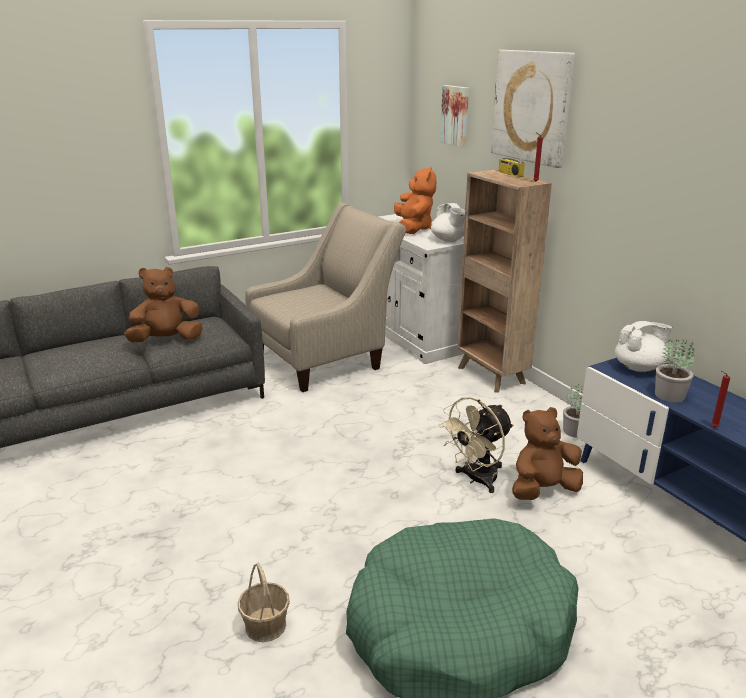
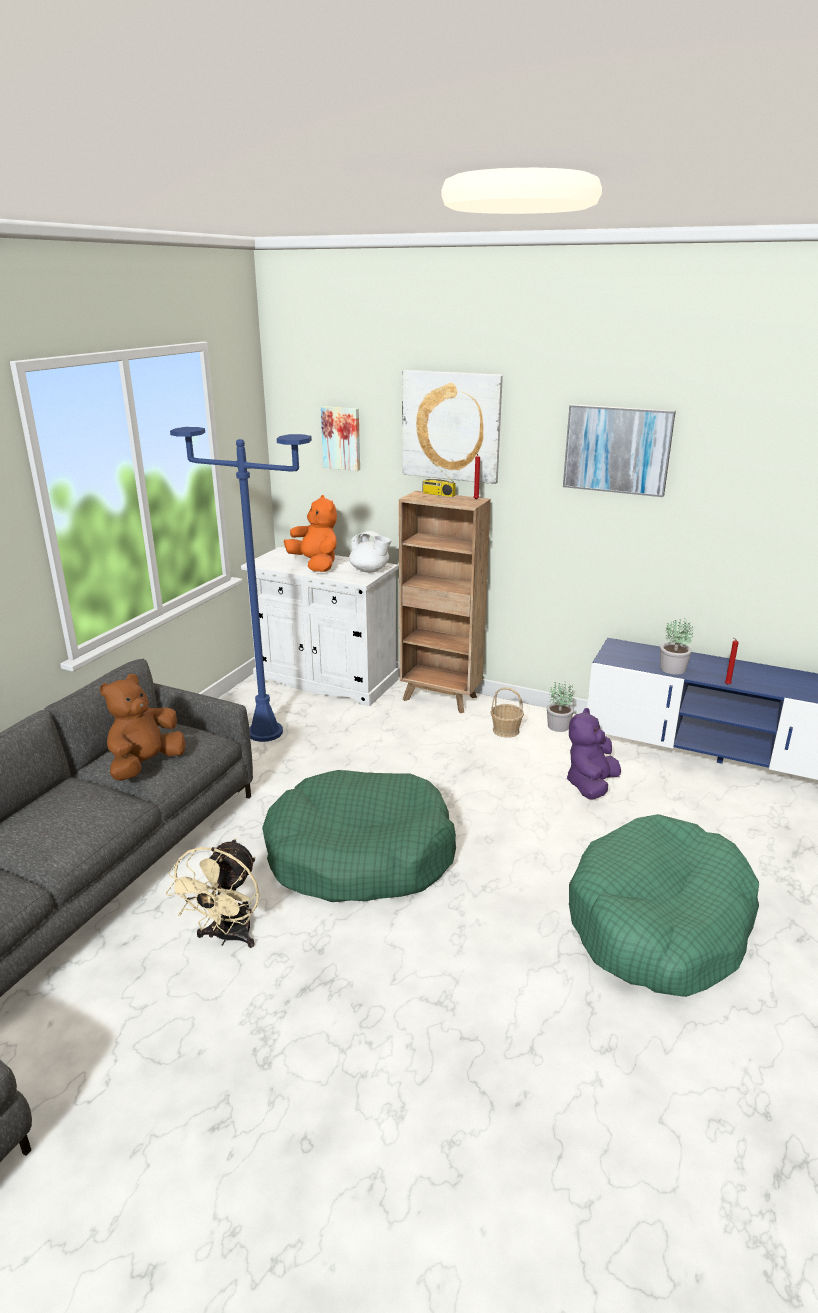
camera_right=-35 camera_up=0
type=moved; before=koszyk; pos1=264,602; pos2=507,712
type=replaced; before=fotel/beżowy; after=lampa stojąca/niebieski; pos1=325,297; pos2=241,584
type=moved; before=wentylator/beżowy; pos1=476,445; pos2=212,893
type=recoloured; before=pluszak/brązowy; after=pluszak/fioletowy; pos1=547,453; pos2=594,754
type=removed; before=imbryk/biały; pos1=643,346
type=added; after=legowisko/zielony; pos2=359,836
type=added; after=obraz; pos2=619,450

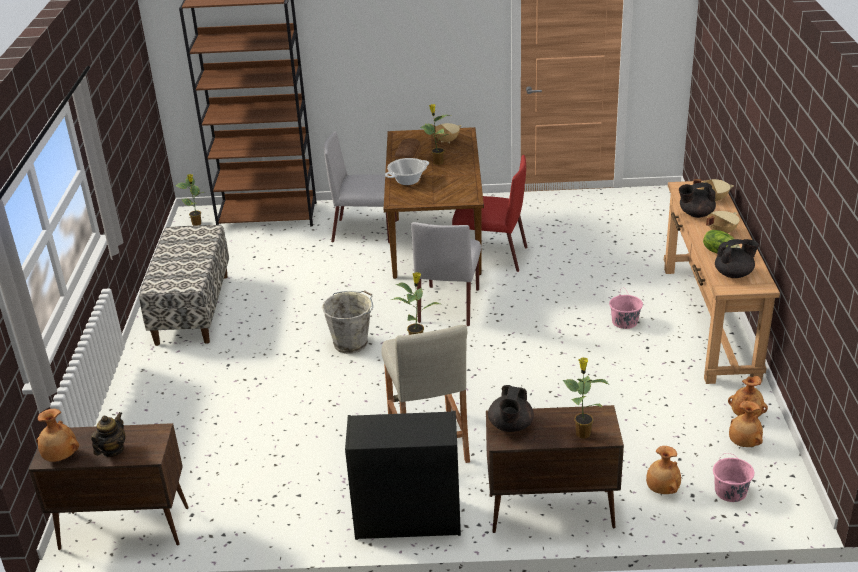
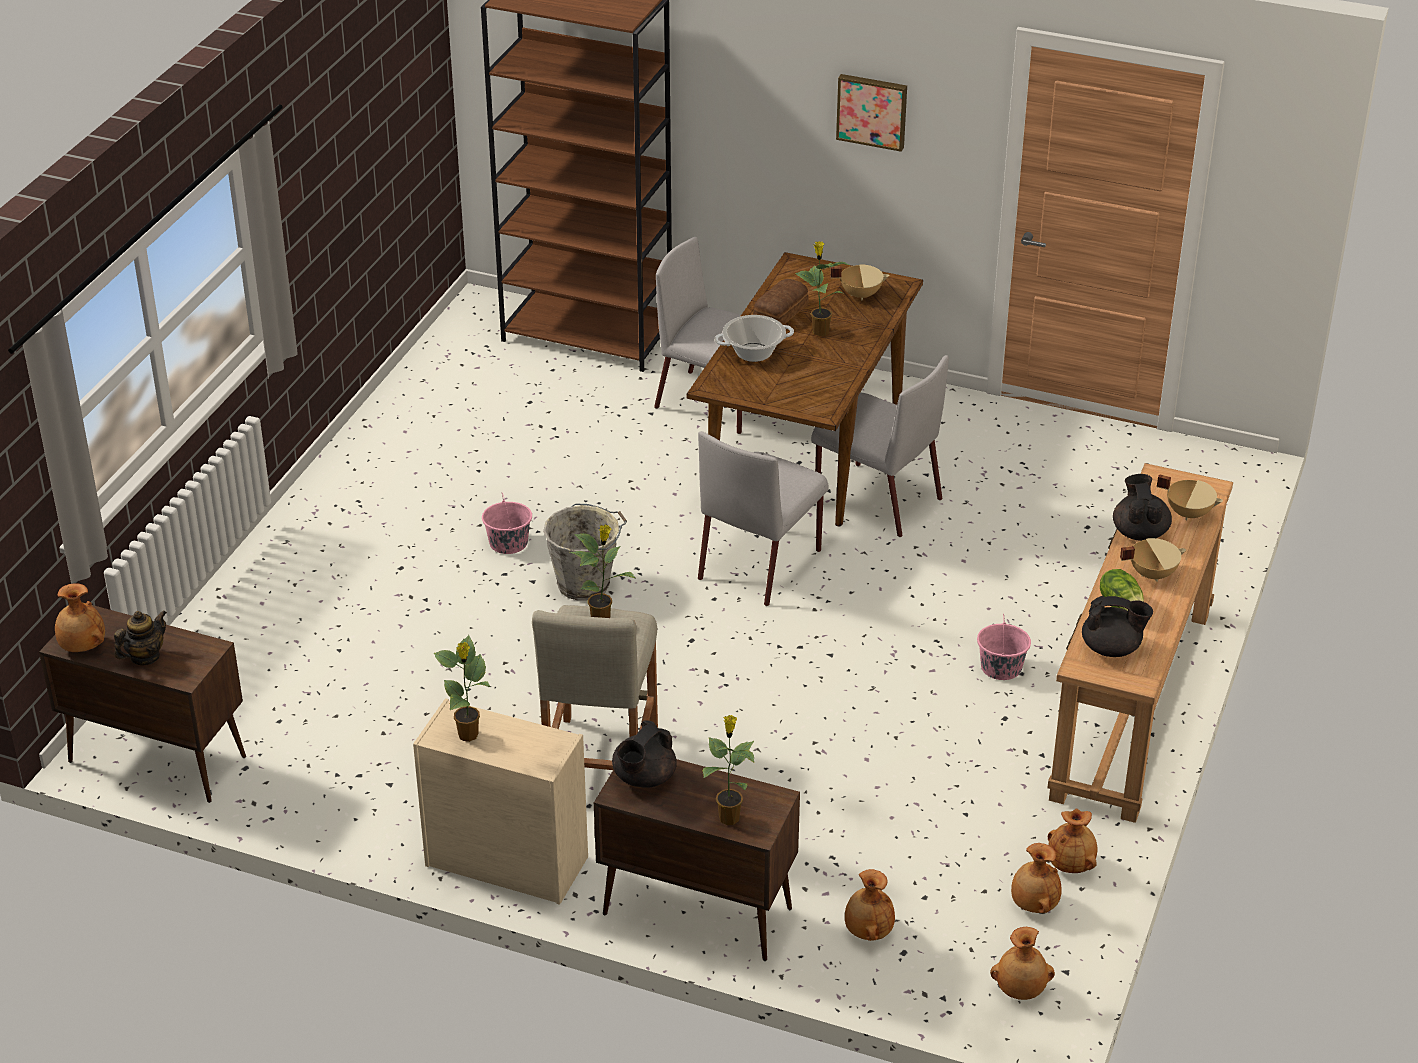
camera_right=20 camera_up=5
type=removed; before=ławka; pos1=184,285
type=moved; before=roślina doniczkowa; pos1=190,200; pos2=462,688
type=recoloured; before=komoda/czarny; after=komoda/beżowy; pos1=403,475; pos2=500,801
type=recoloured; before=krzesło/czerwony; after=krzesło/szary; pos1=490,213; pos2=880,446
type=turned; before=imbryk/czarny; pos1=697,200; pos2=1142,507; turn=75
type=moved; before=wiadro/różowy; pos1=733,477; pos2=507,523
type=added; after=obraz; pos2=871,113
type=added; after=wazon/brązowy; pos2=1022,963

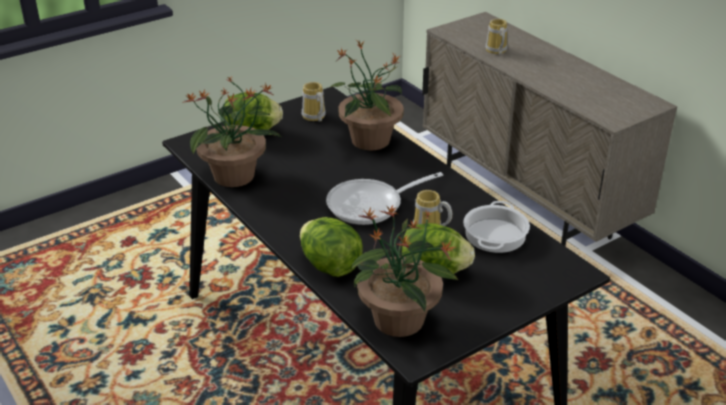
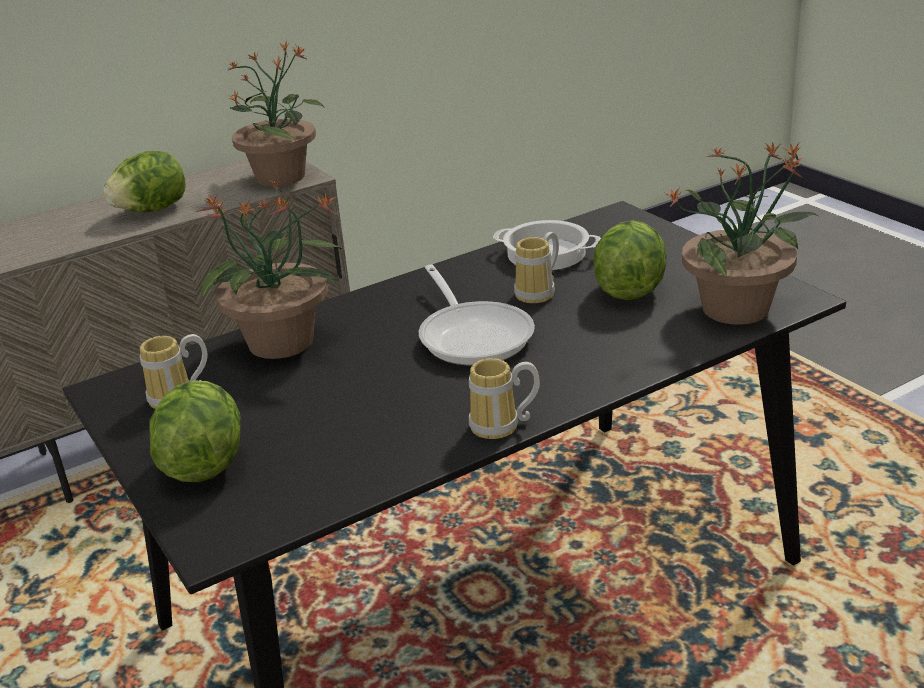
camera_right=-85 camera_up=-5
type=moved; before=roślina doniczkowa; pos1=232,132; pos2=275,113
type=moved; before=sałata; pos1=331,247; pos2=144,181
type=moved; before=kubek; pos1=497,37; pos2=504,398

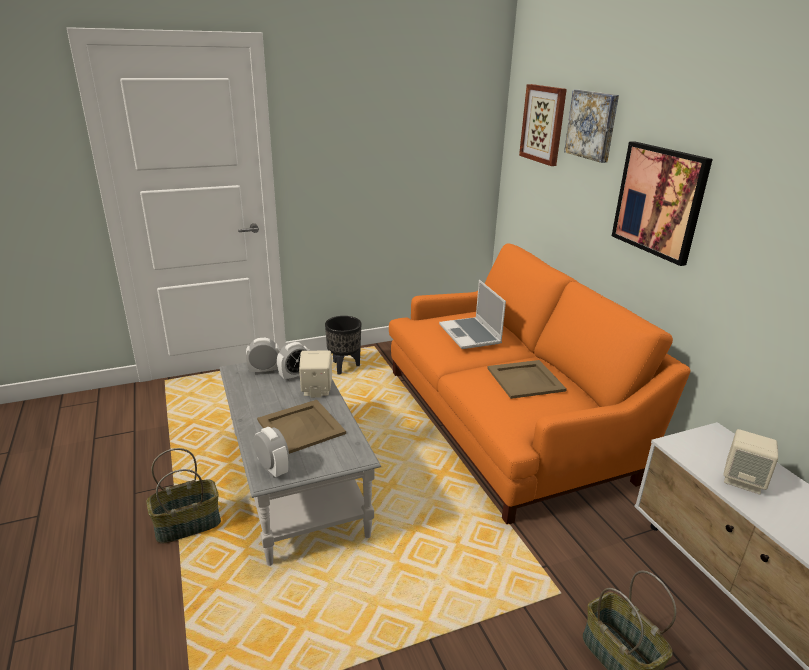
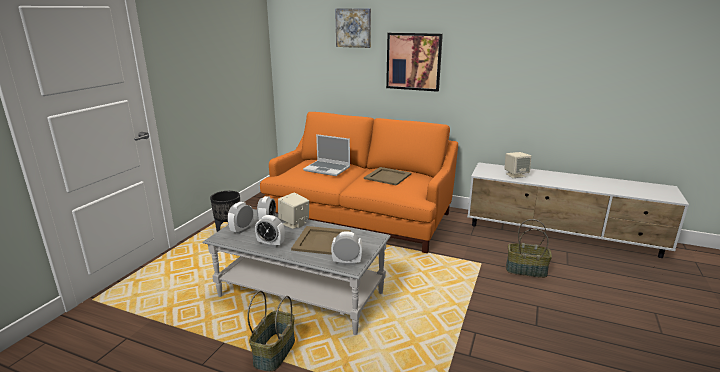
camera_right=-45 camera_up=-5
type=removed; before=obraz; pos1=543,125
type=added; after=budzik; pos2=270,231

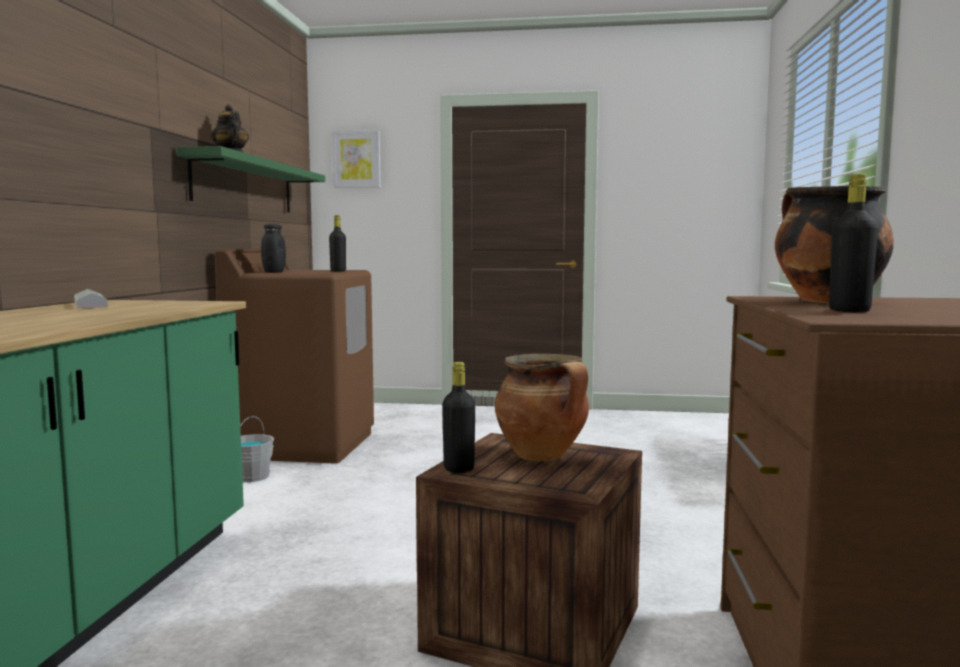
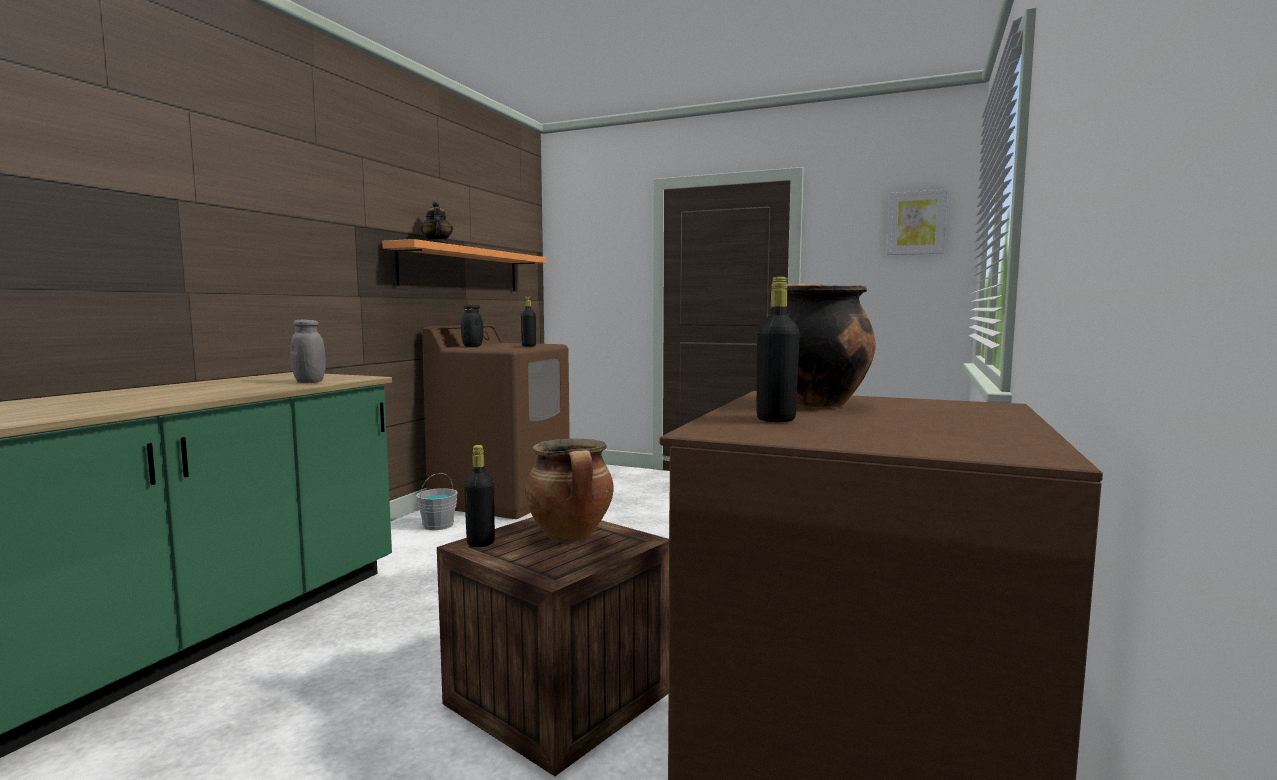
camera_right=15 camera_up=0
type=removed; before=taca/szary; pos1=91,299
type=recoloured; before=półka/zielony; after=półka/pomarańczowy; pos1=251,179; pos2=464,265
type=moved; before=obraz; pos1=356,159; pos2=917,222
type=added; after=słoik/szary; pos2=308,351

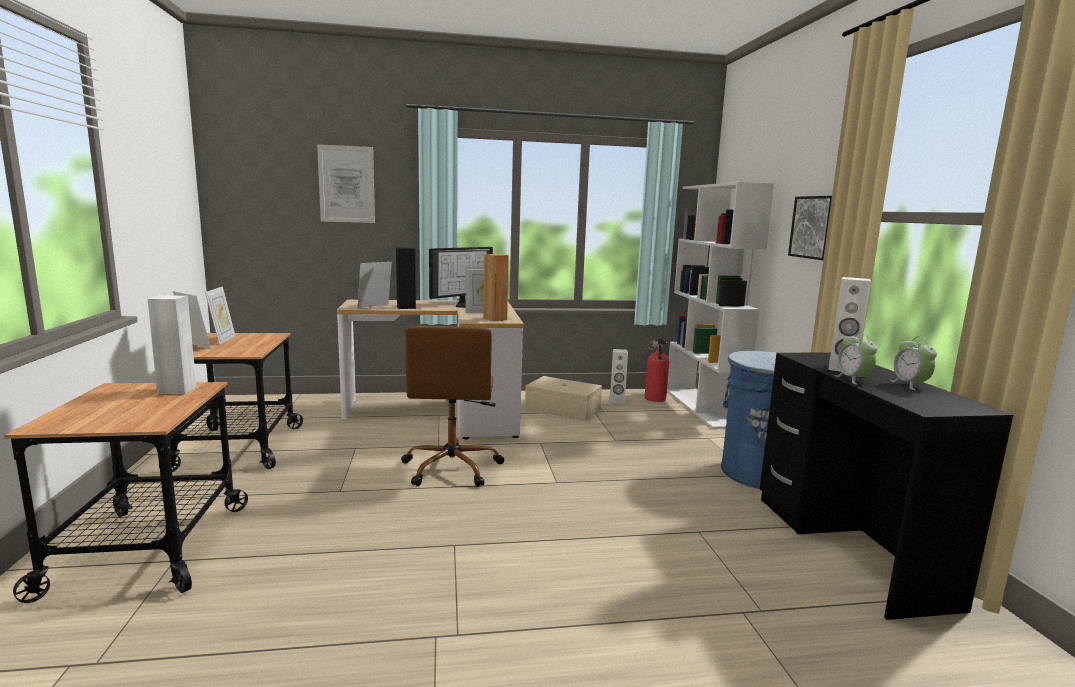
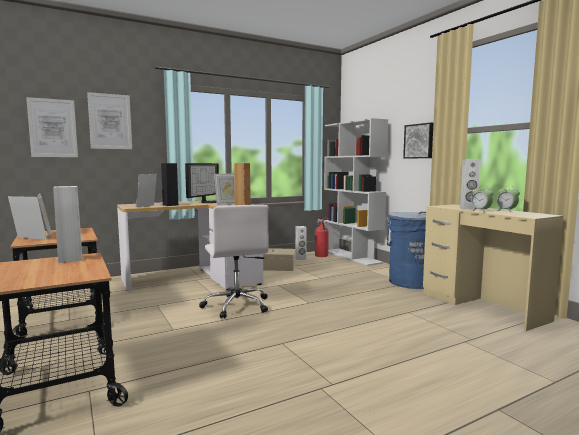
camera_right=-20 camera_up=-5
type=recoloured; before=krzesło biurowe/brązowy; after=krzesło biurowe/biały; pos1=452,406; pos2=234,261
type=recoloured; before=biurko/czarny; after=biurko/beżowy; pos1=886,486; pos2=493,267
type=added; after=obraz; pos2=52,127

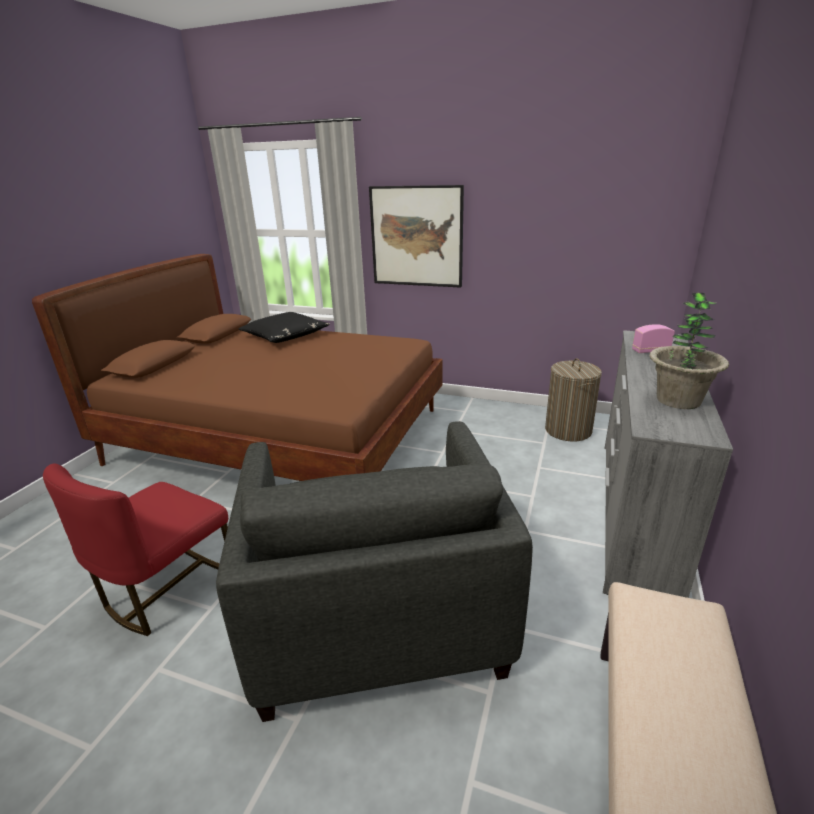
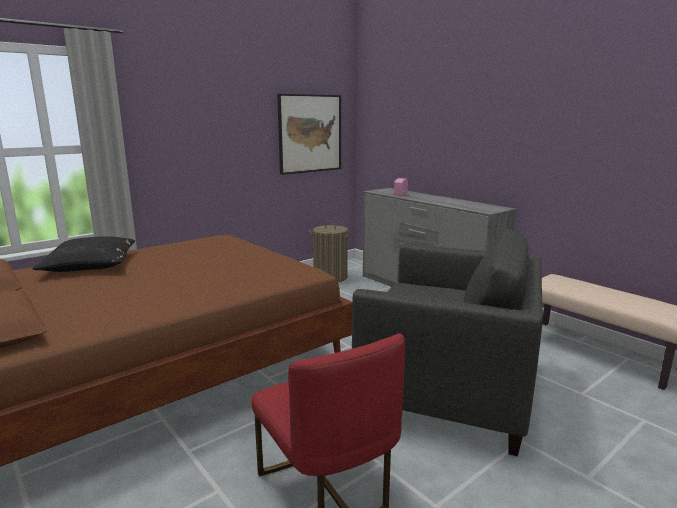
camera_right=-60 camera_up=-10
type=moved; before=obraz; pos1=416,236; pos2=309,134
type=removed; before=roślina doniczkowa; pos1=689,351

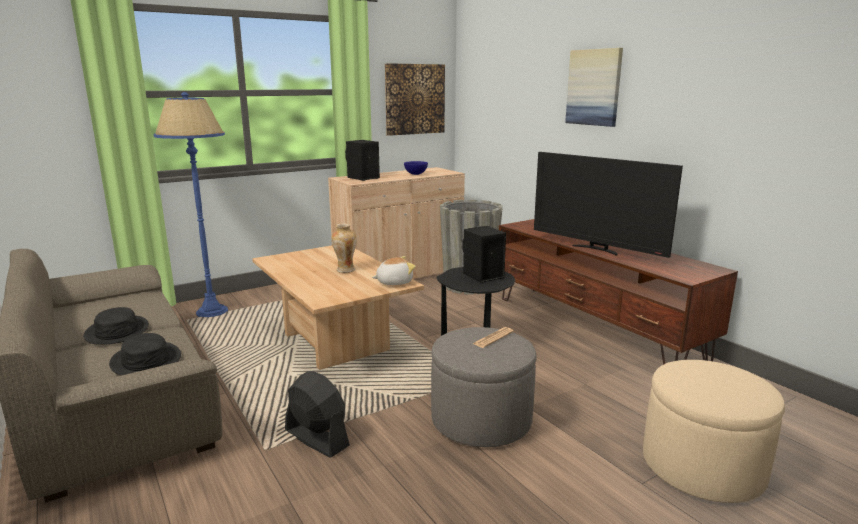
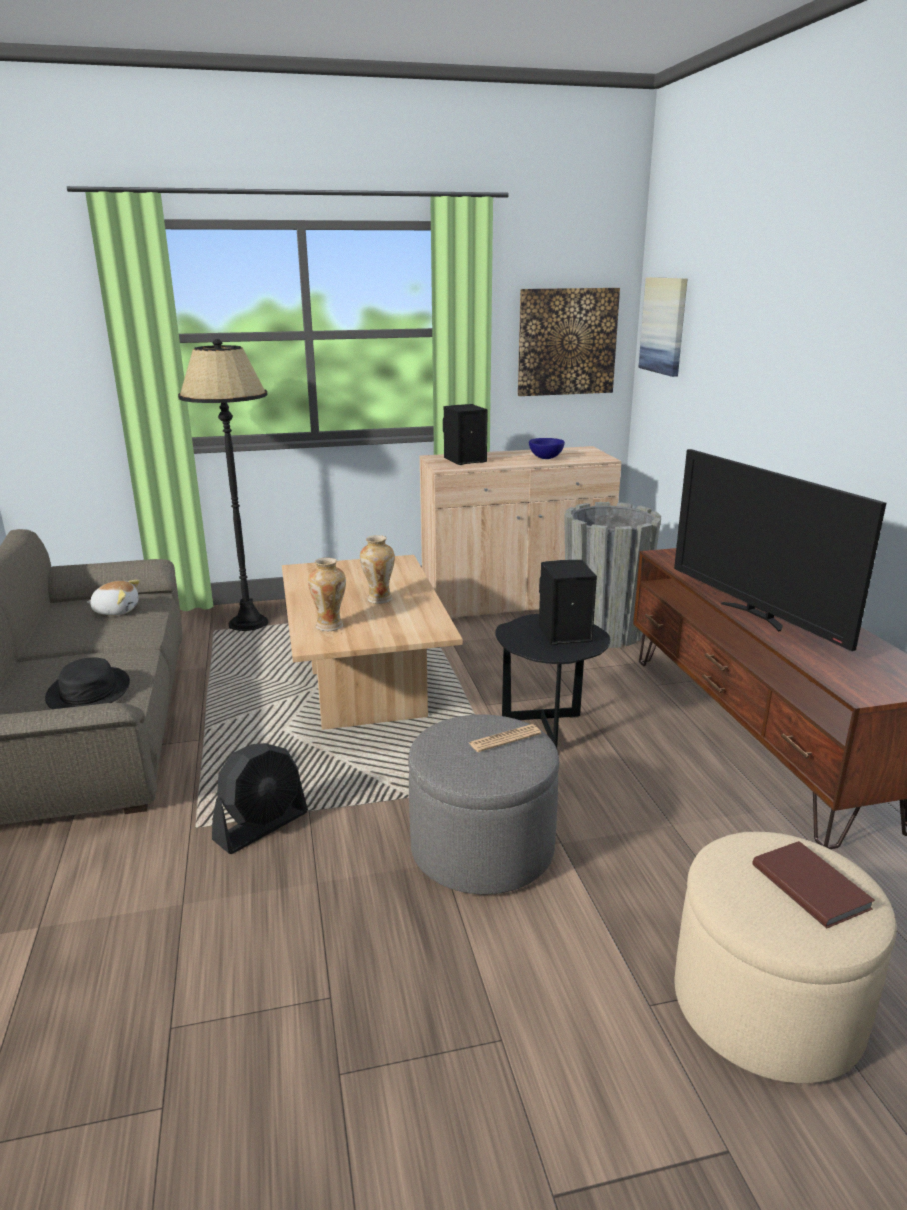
camera_right=20 camera_up=5
type=removed; before=kapelusz/czarny; pos1=116,326
type=recoloured; before=lampa stojąca/niebieski; after=lampa stojąca/czarny; pos1=190,204; pos2=223,485
type=turned; before=wentylator/czarny; pos1=317,414; pos2=260,798; turn=75
type=moved; before=pluszak; pos1=394,270; pos2=113,597
type=moved; before=obraz; pos1=594,87; pos2=662,327
type=added; after=wazon; pos2=327,594
type=added; after=książka/brązowy; pos2=813,884

